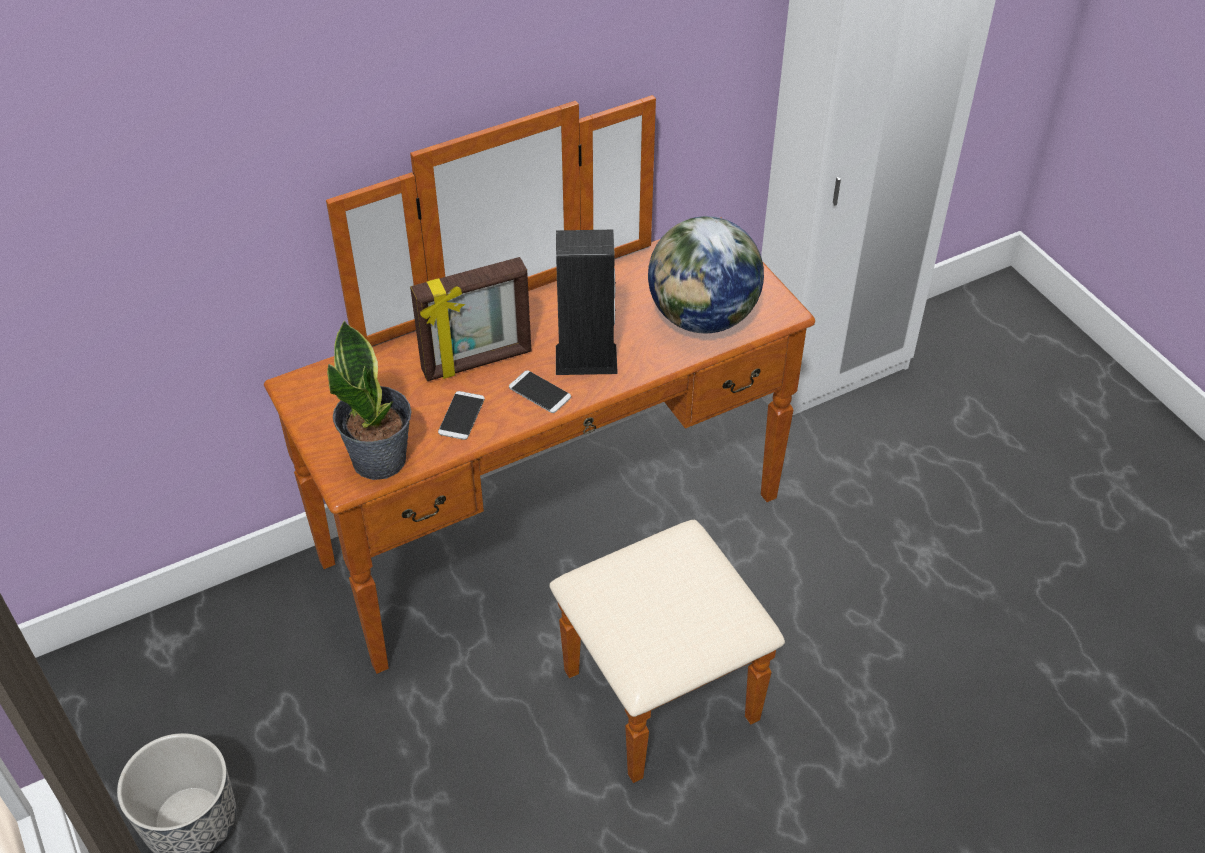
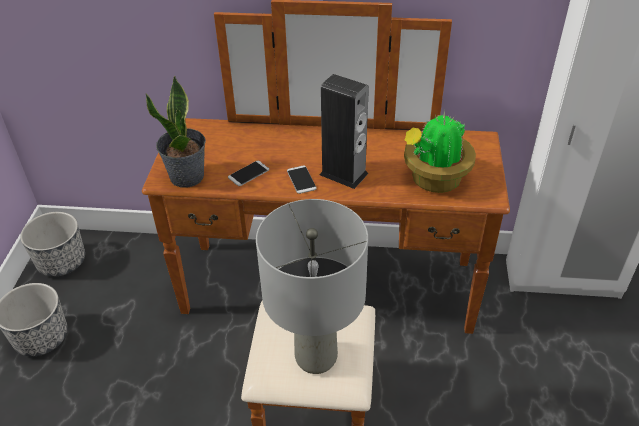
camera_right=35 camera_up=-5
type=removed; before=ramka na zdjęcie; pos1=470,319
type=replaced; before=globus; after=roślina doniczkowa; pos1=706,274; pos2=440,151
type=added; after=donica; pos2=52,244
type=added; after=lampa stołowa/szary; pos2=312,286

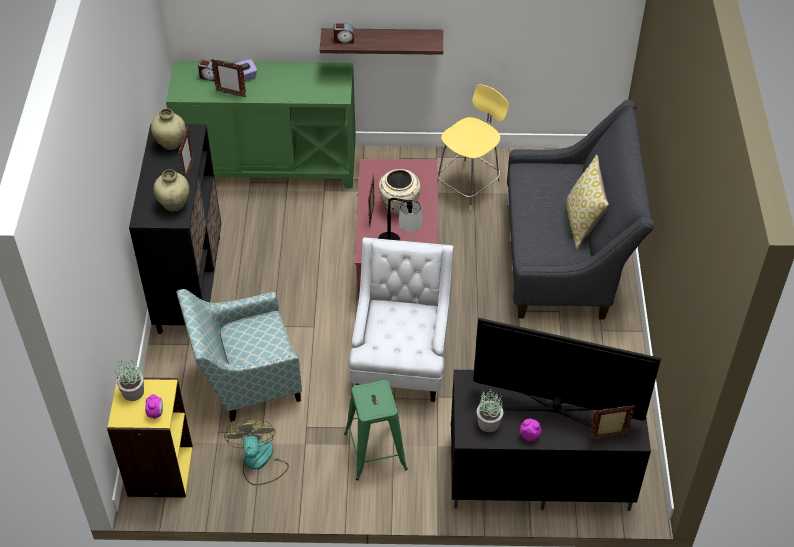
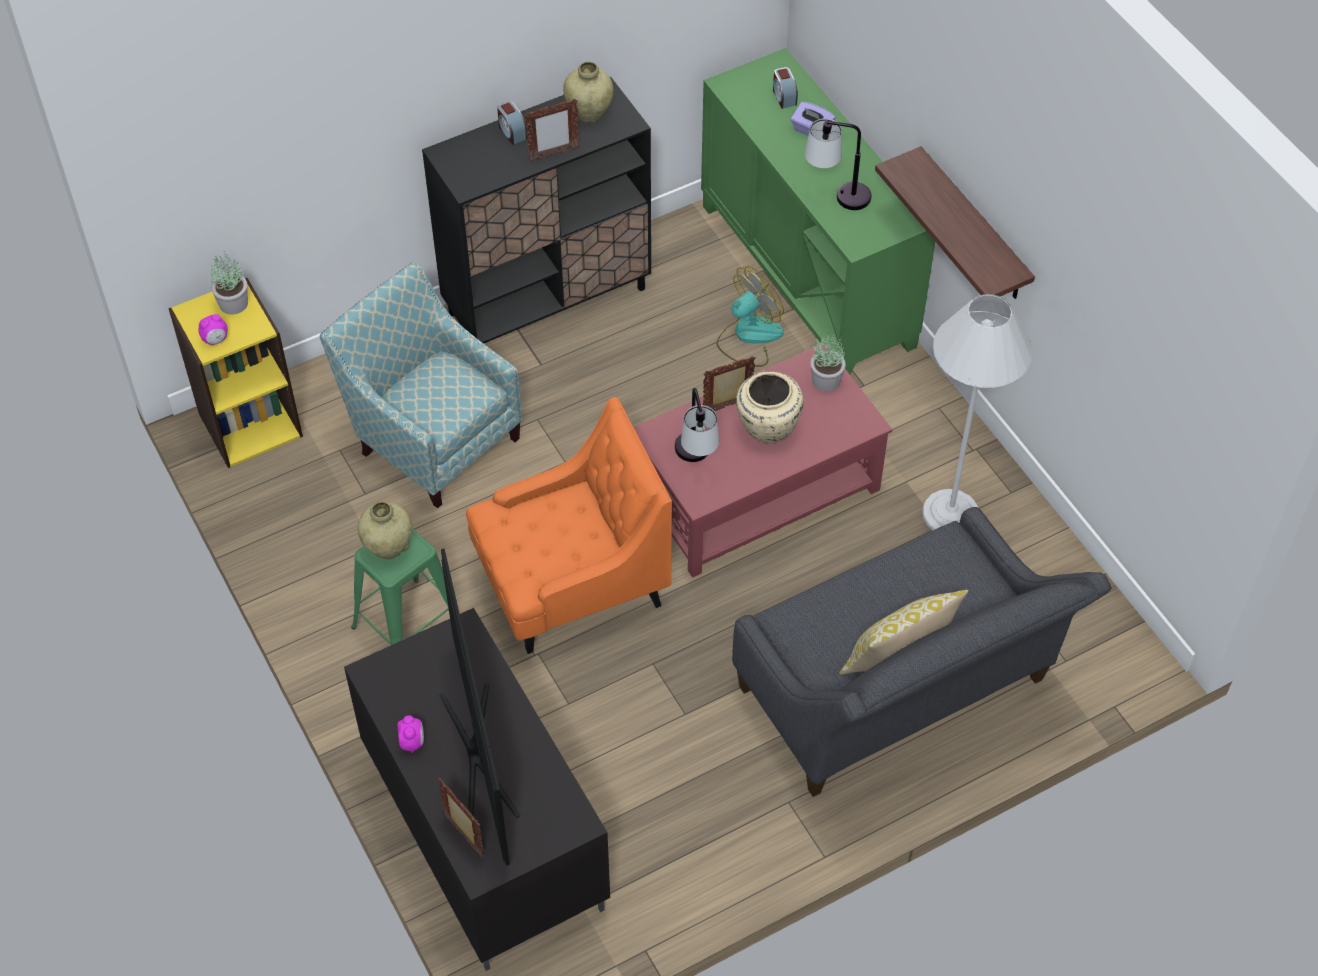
camera_right=60 camera_up=5
type=moved; before=wazon/beżowy; pos1=171,190; pos2=385,530
type=removed; before=ramka na zdjęcie; pos1=228,78
type=moved; before=wentylator; pos1=256,452; pos2=750,316
type=moved; before=budzik; pos1=344,33; pos2=512,123
type=recoloured; before=fotel/biały; after=fotel/pomarańczowy; pos1=400,319; pos2=569,525
type=replaced; before=stołek/żółty; after=lampa stojąca/biały; pos1=473,147; pos2=977,412
type=moved; before=roślina doniczkowa; pos1=490,410; pos2=828,362
type=added; after=lampa stołowa; pos2=838,164

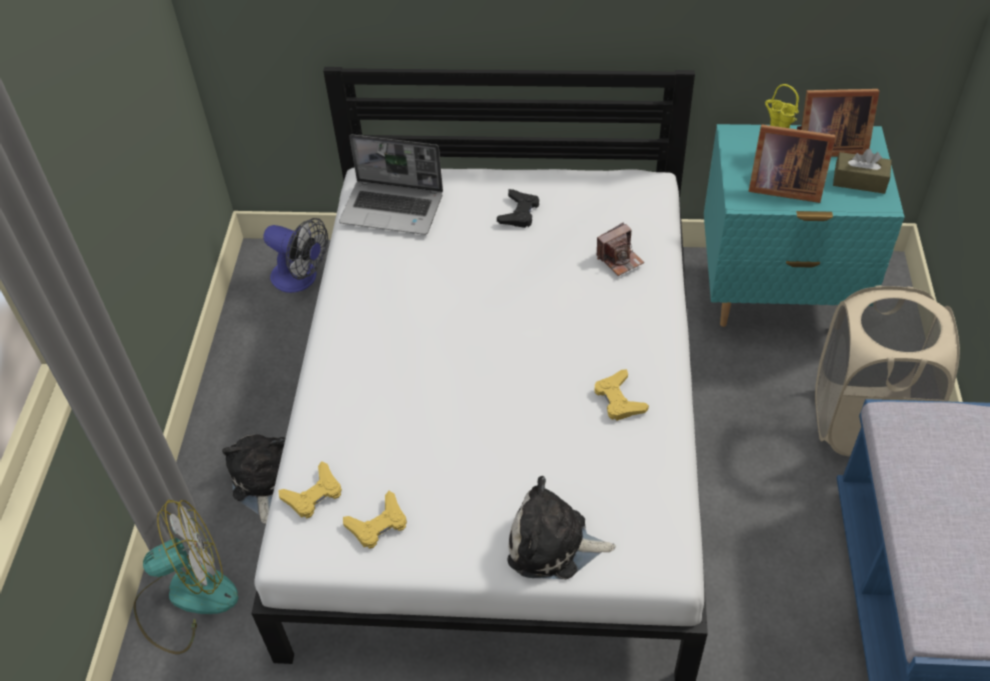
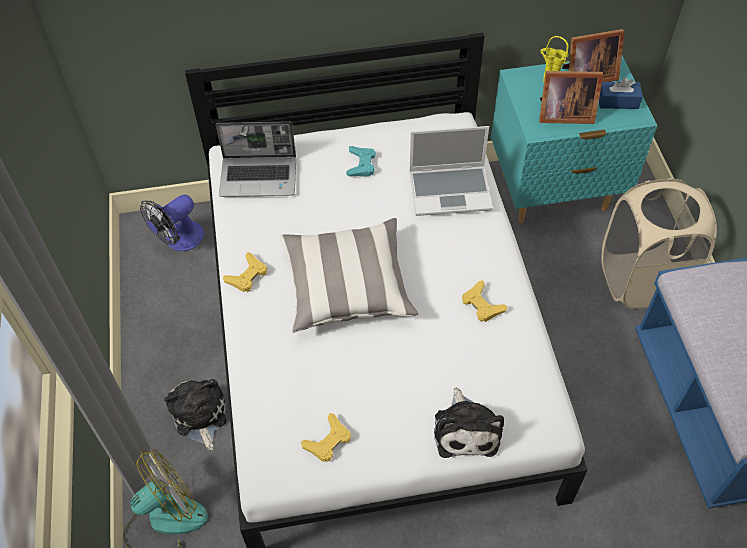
camera_right=-15 camera_up=5
type=turned; before=wentylator; pos1=295,255; pos2=172,223; turn=120
type=moved; before=pad do gier/żółty; pos1=310,490; pos2=245,272
type=recoloured; before=pad do gier/czarny; after=pad do gier/turkusowy; pos1=518,208; pos2=361,161
type=turned; before=pluszak; pos1=561,527; pos2=469,422; turn=-90
type=replaced; before=aparat fotograficzny; after=laptop; pos1=620,249; pos2=451,171
type=recoloured; before=pudełko chusteczek/brązowy; after=pudełko chusteczek/niebieski; pos1=862,171; pos2=621,93
type=added; after=poduszka; pos2=348,275

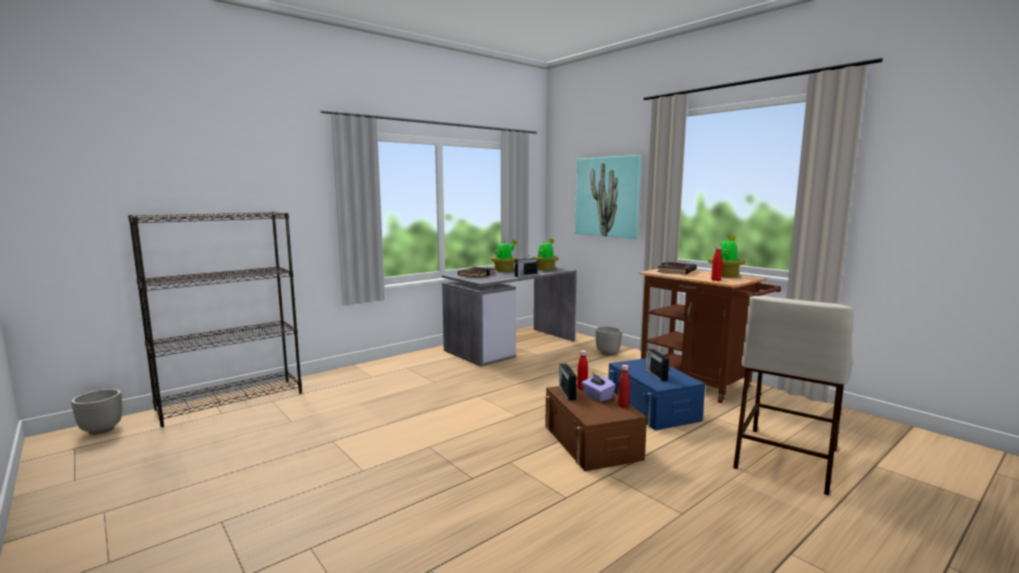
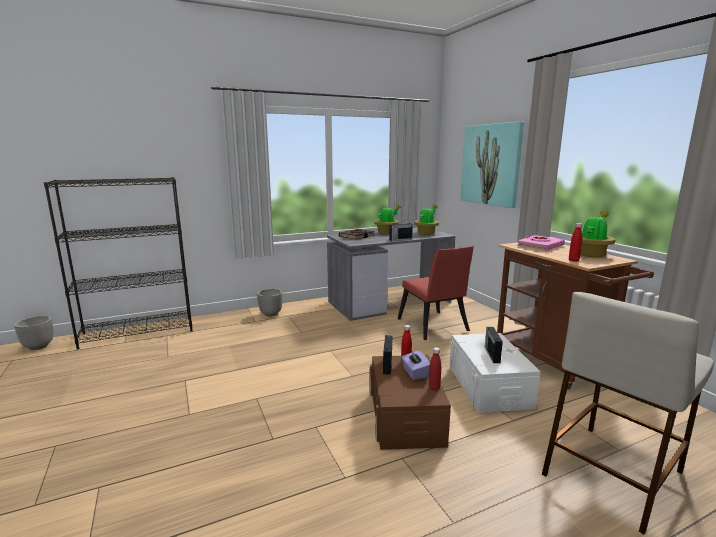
camera_right=15 camera_up=5
type=moved; before=donica; pos1=608,340; pos2=270,302
type=recoloured; before=pojemnik do przechowywania/niebieski; after=pojemnik do przechowywania/biały; pos1=656,394; pos2=495,373
type=recoloured; before=książka/czarny; after=książka/różowy; pos1=677,268; pos2=541,243
type=added; after=krzesło/czerwony; pos2=436,293

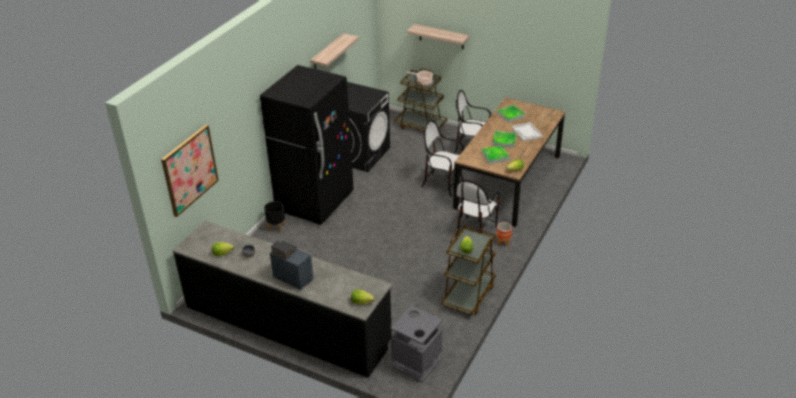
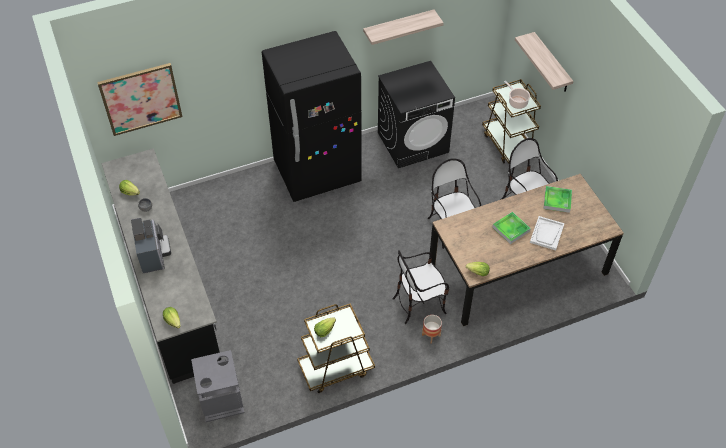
camera_right=40 camera_up=15
type=removed; before=donica/czarny; pos1=274,217
type=removed; before=taca; pos1=495,155

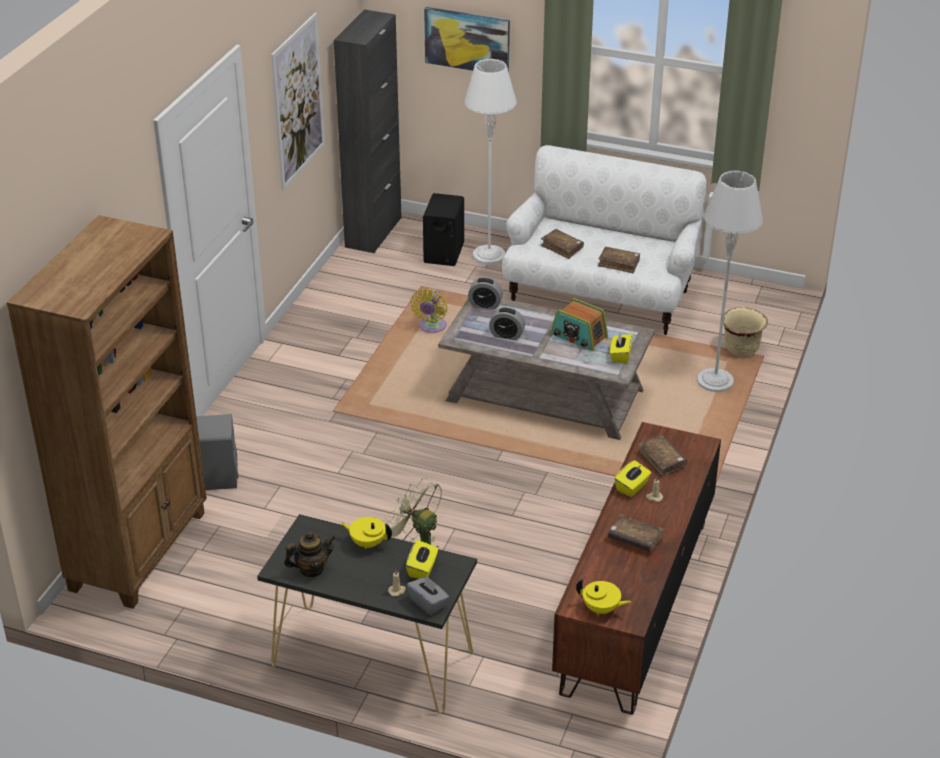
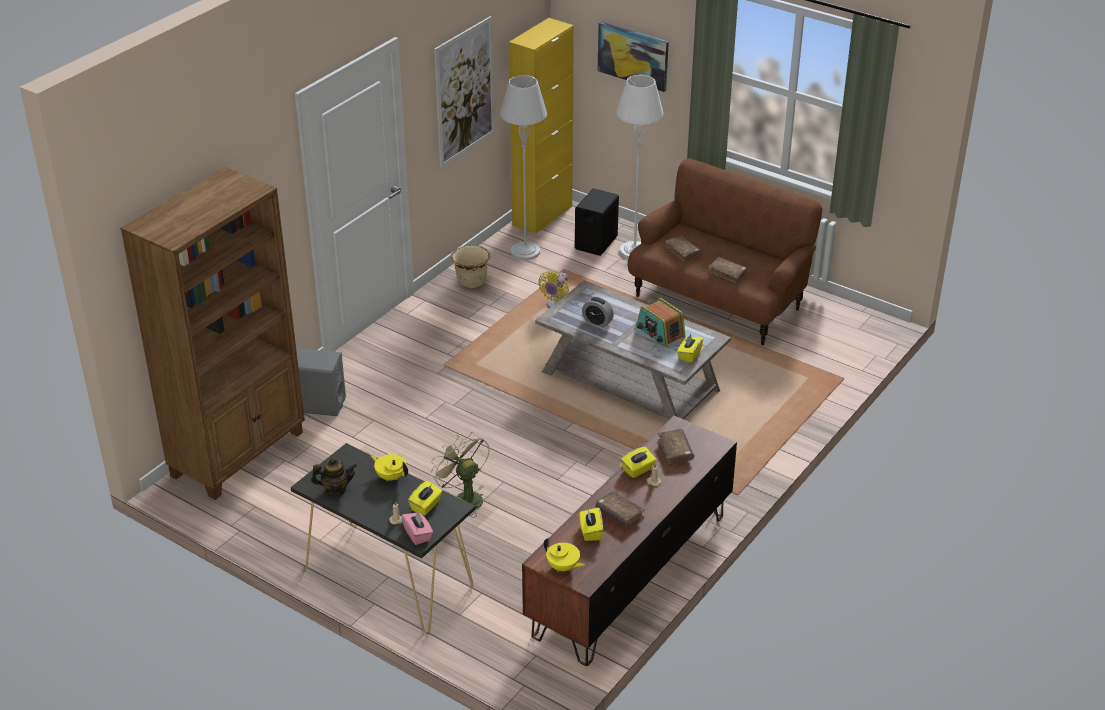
camera_right=15 camera_up=0
type=recoloured; before=szafka/czarny; after=szafka/żółty; pos1=368,131; pos2=541,126
type=recoloured; before=pudełko chusteczek/szary; after=pudełko chusteczek/różowy; pos1=428,595; pos2=417,528
type=removed; before=budzik; pos1=485,294
type=recoloured; before=kanapa/biały; after=kanapa/brązowy; pos1=604,240; pos2=725,251
type=moved; before=lampa stojąca/szary; pos1=730,281; pos2=523,167
type=moved; before=donica/beżowy; pos1=745,332; pos2=470,266
type=added; after=pudełko chusteczek/żółty; pos2=591,524

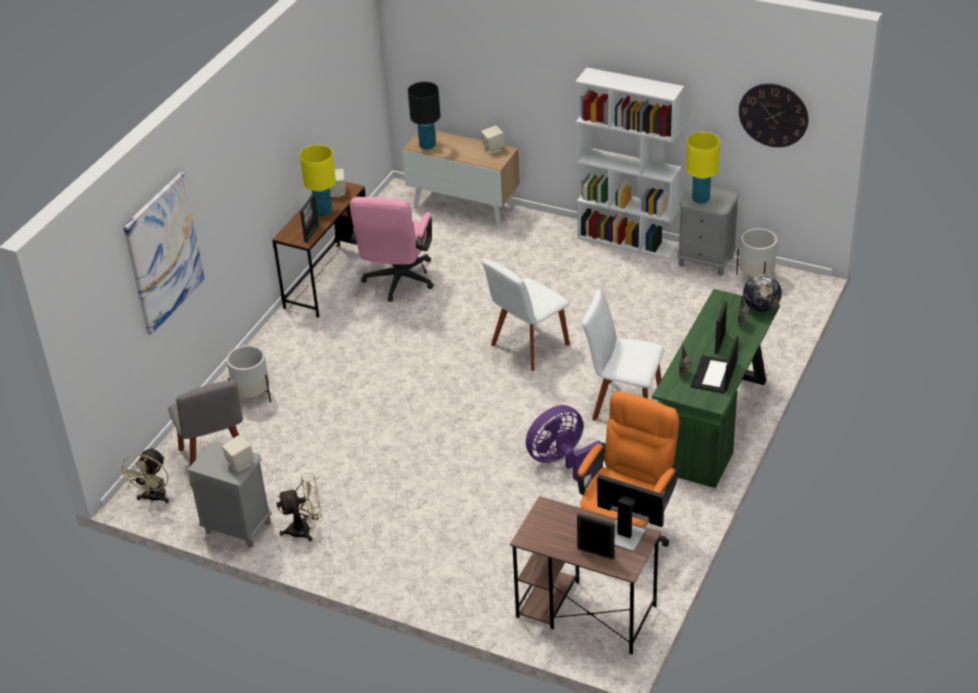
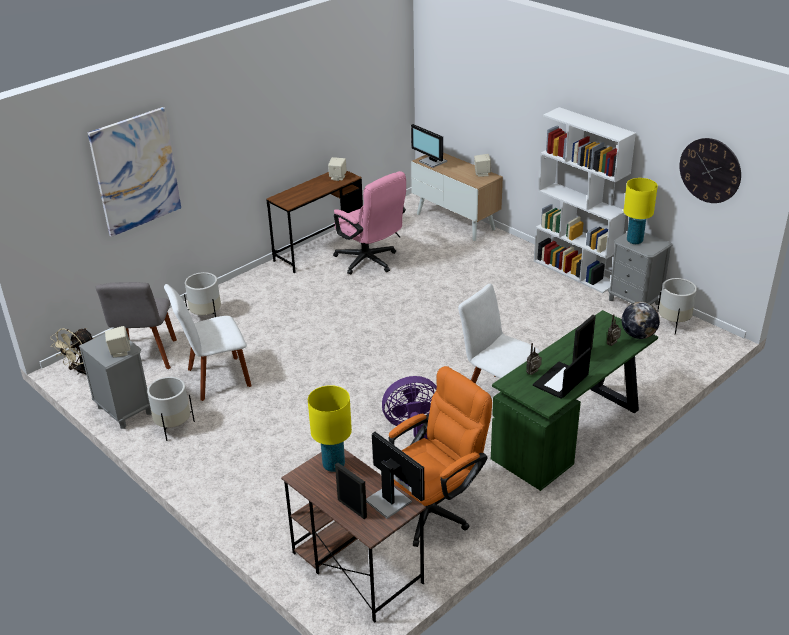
camera_right=20 camera_up=-5
type=replaced; before=wentylator/beżowy; after=donica/biały; pos1=299,507; pos2=171,409
type=moved; before=lampa stołowa/żółty; pos1=318,180; pos2=330,428
type=removed; before=ramka na zdjęcie; pos1=309,218
type=turned; before=krzesło biurowe/różowy; pos1=392,249; pos2=369,222; turn=-75
type=replaced; before=lampa stołowa/czarny; after=monitor; pos1=424,116; pos2=429,146
type=moved; before=krzesło/biały; pos1=525,314; pos2=208,342

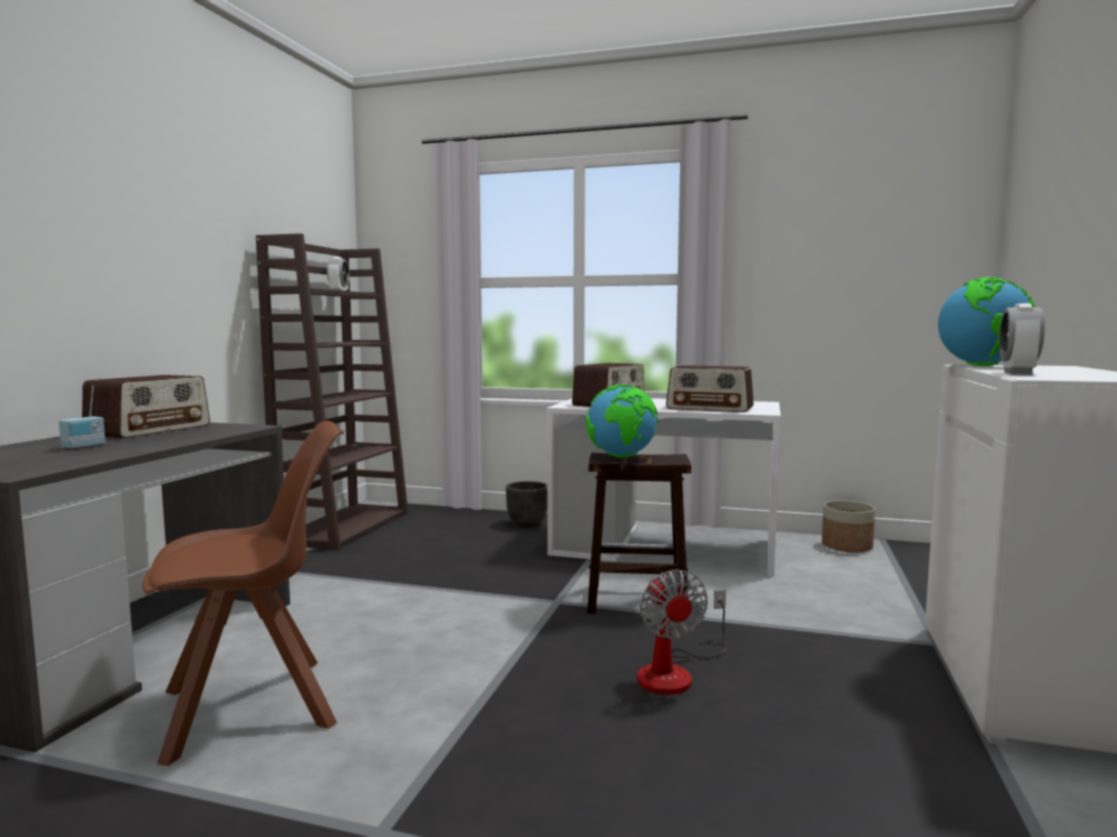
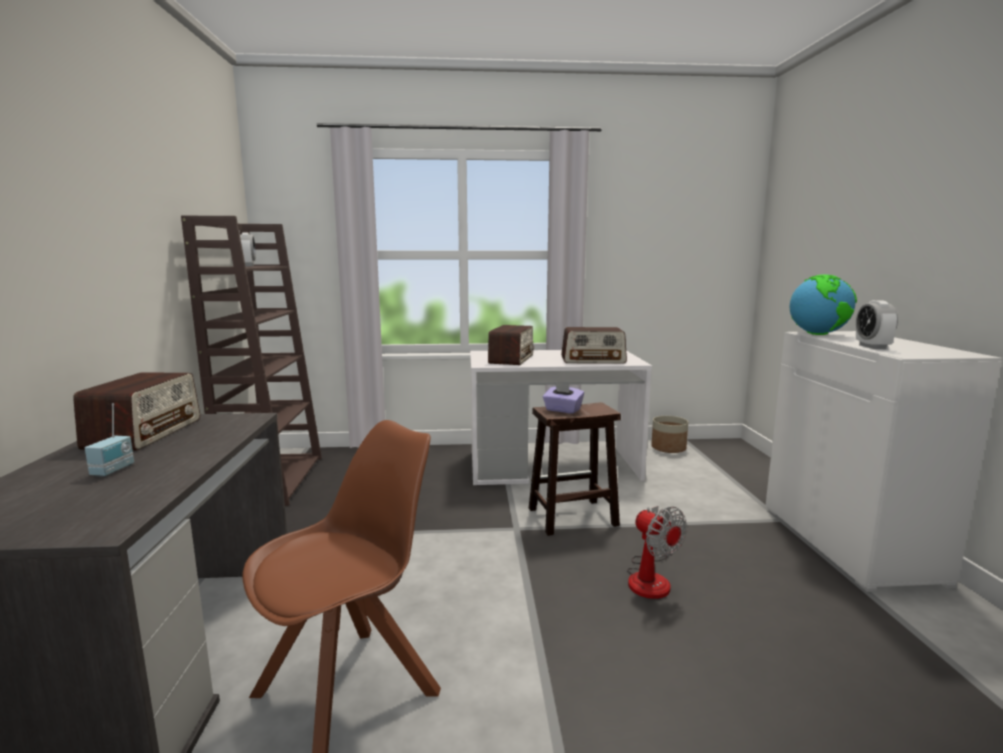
camera_right=-20 camera_up=5
type=removed; before=donica/czarny; pos1=526,504
type=replaced; before=globus; after=pudełko chusteczek/fioletowy; pos1=622,421; pos2=563,398

